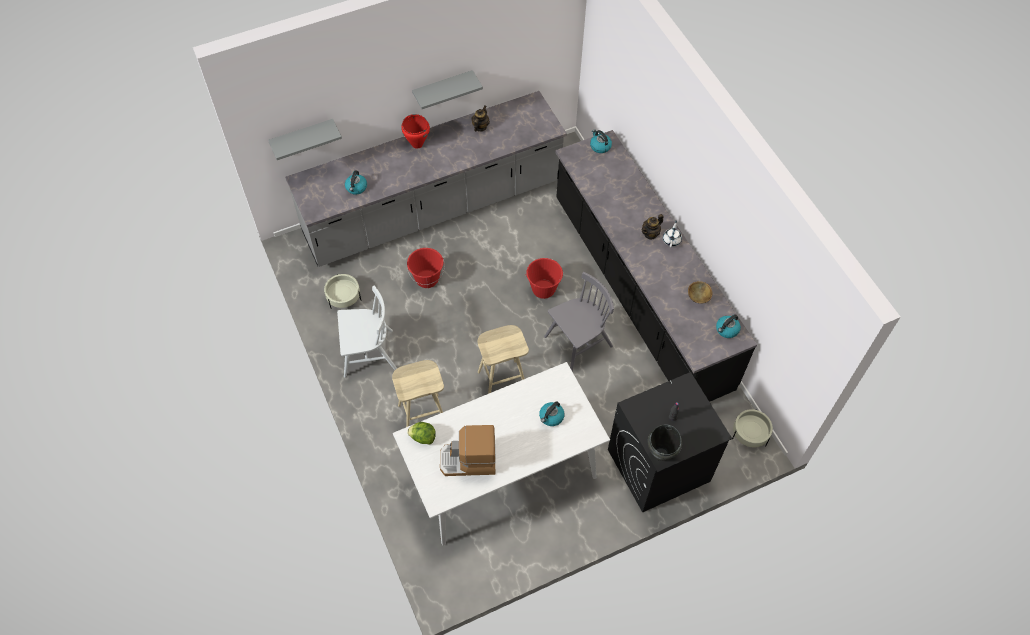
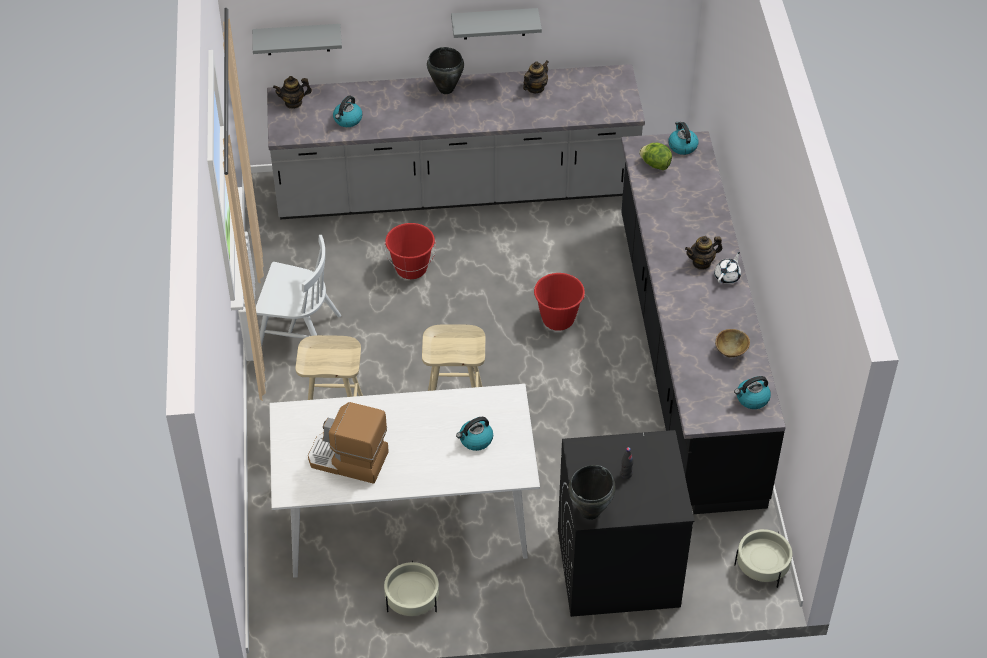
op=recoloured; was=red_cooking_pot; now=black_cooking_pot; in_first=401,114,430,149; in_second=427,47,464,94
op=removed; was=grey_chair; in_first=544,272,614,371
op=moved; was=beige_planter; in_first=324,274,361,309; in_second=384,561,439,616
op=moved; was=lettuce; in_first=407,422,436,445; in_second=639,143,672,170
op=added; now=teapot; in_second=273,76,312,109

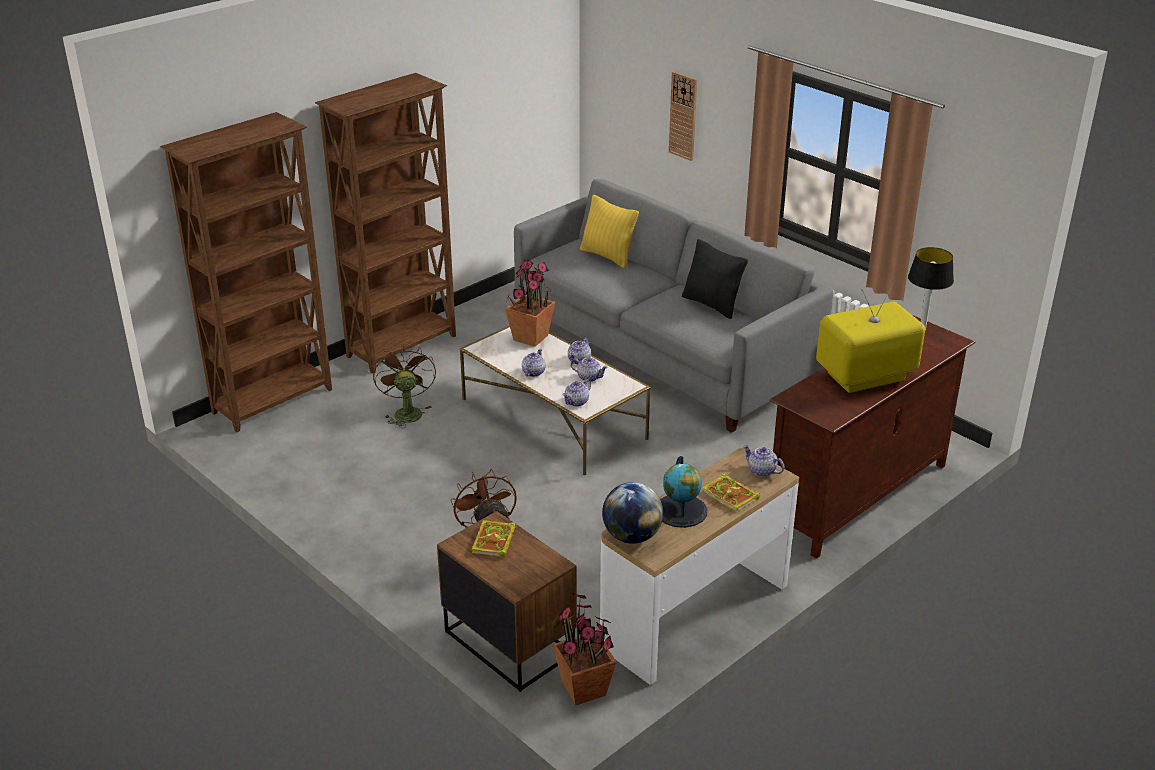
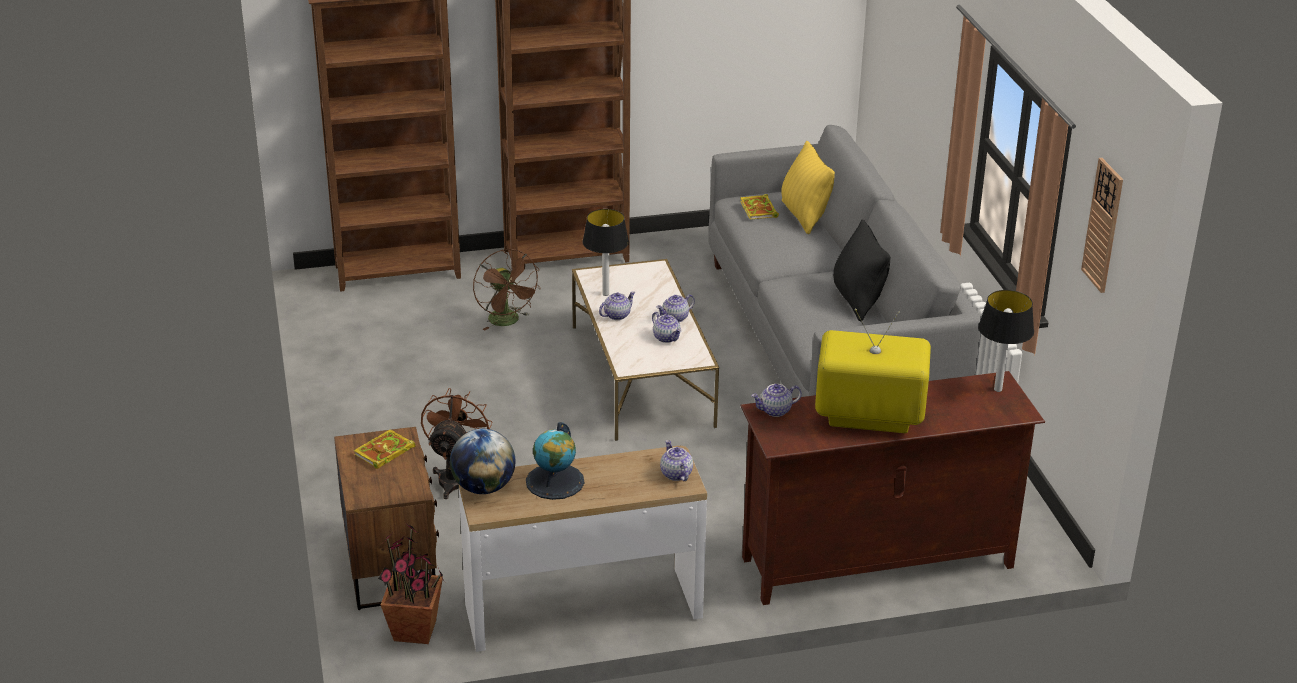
op=moved; was=wall_clock; in_first=669,71,697,161; in_second=1081,158,1123,293
op=removed; was=potted_plant; in_first=505,259,555,347
op=turned; was=brown_fan; in_first=373,345,436,428; in_second=473,249,541,330; clockwise=135
op=moved; was=teapot; in_first=562,379,591,407; in_second=751,384,802,417
op=moved; was=book; in_first=702,474,760,512; in_second=740,194,779,219
op=added; now=table_lamp; in_second=583,209,629,296

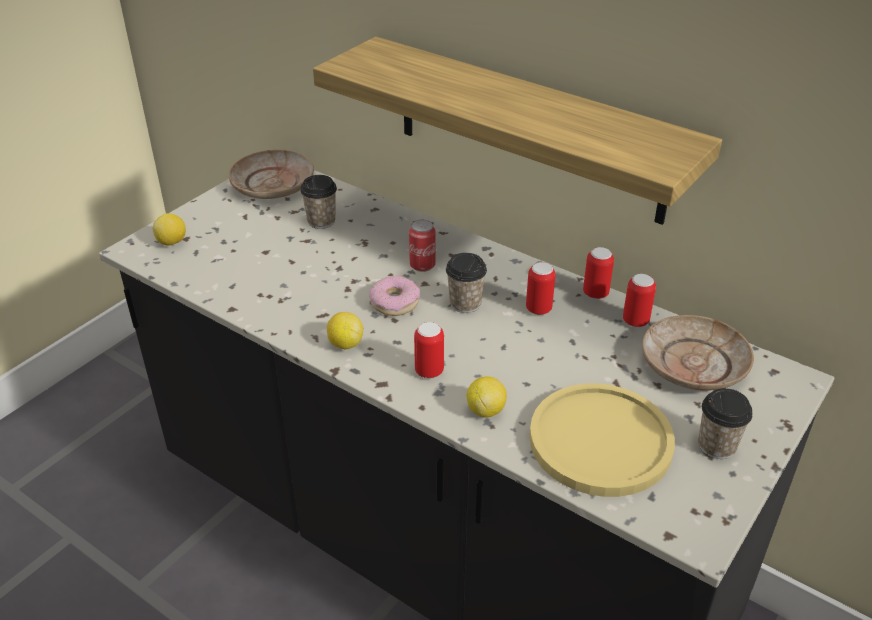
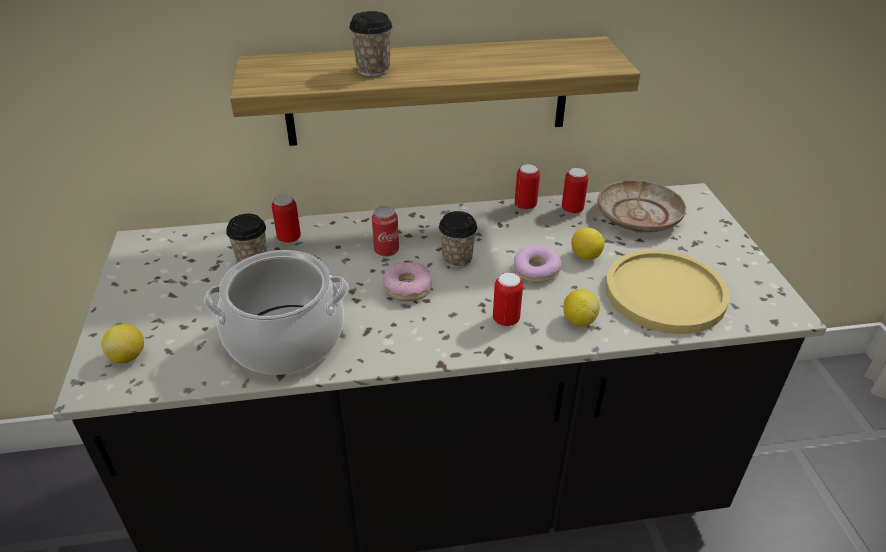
op=removed; was=beige_plate; in_first=229,149,314,199
op=moved; was=can; in_first=526,262,556,315; in_second=272,195,301,243
op=moved; was=lemon; in_first=327,312,363,349; in_second=571,227,605,260
op=moved; was=cup; in_first=698,388,753,459; in_second=349,11,393,77
op=added; now=donut; in_second=514,246,562,283
op=added; now=cooking_pot; in_second=204,250,348,375

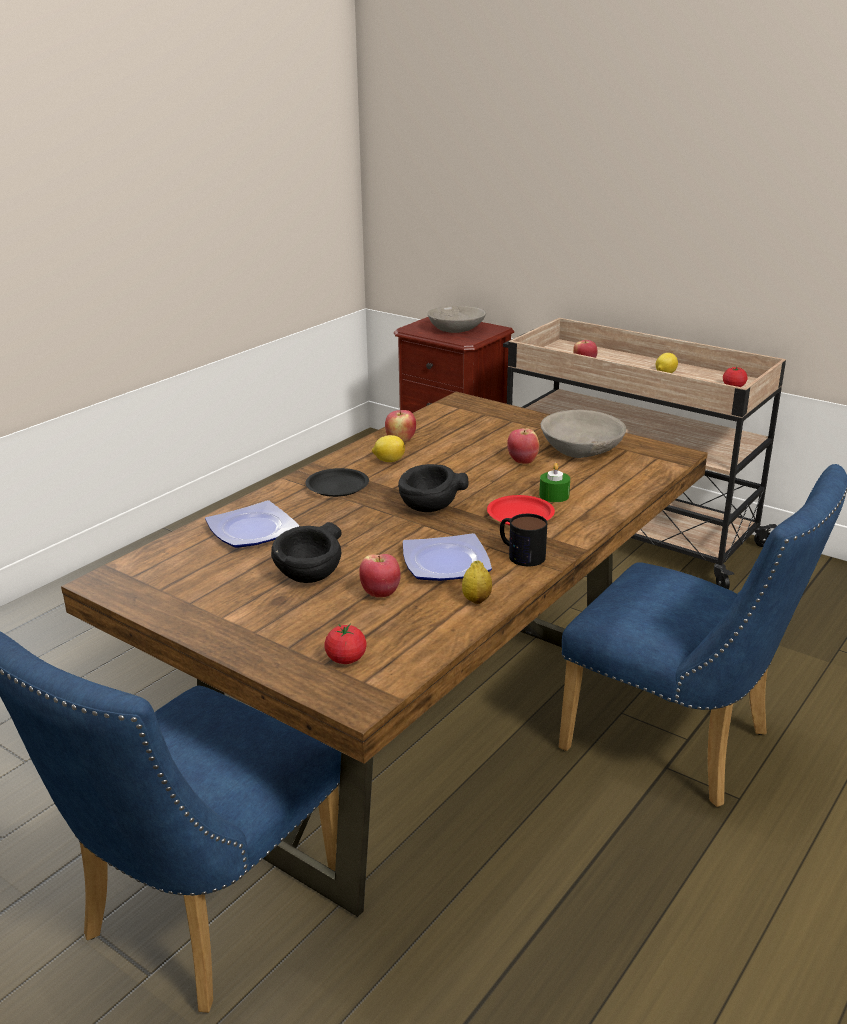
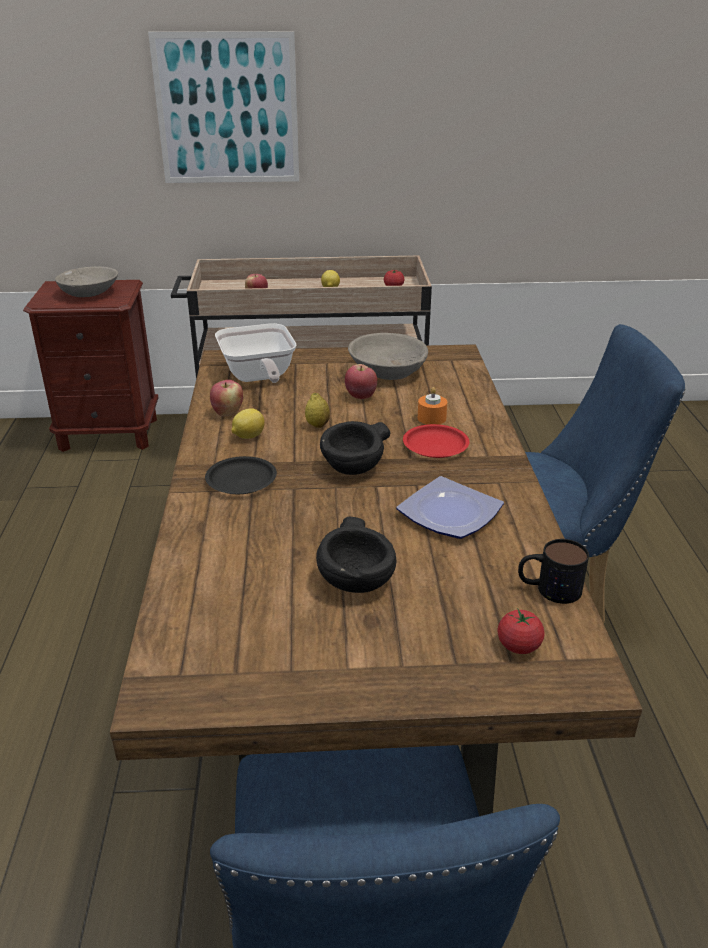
op=recoloured; was=green_candle; now=orange_candle; in_first=539,463,570,502; in_second=418,387,447,425
op=removed; was=plate; in_first=205,500,300,548
op=moved; was=mug; in_first=500,514,547,566; in_second=518,539,589,604
op=removed; was=apple; in_first=359,554,401,598
op=moved; was=lemon; in_first=462,561,492,604; in_second=305,393,330,428
op=added; now=picture; in_second=148,31,299,183
op=added; now=frying_pan; in_second=215,323,297,383

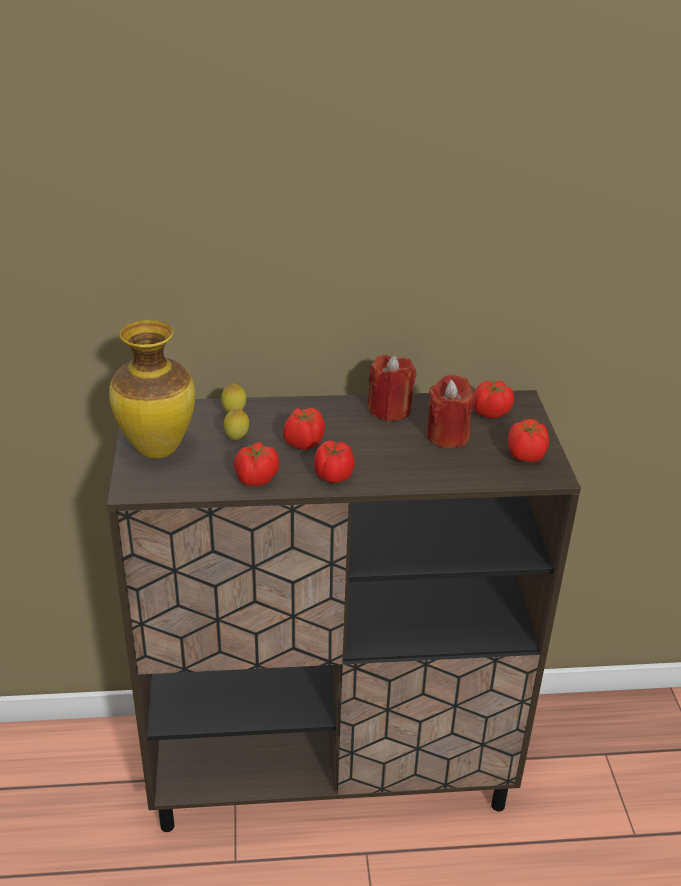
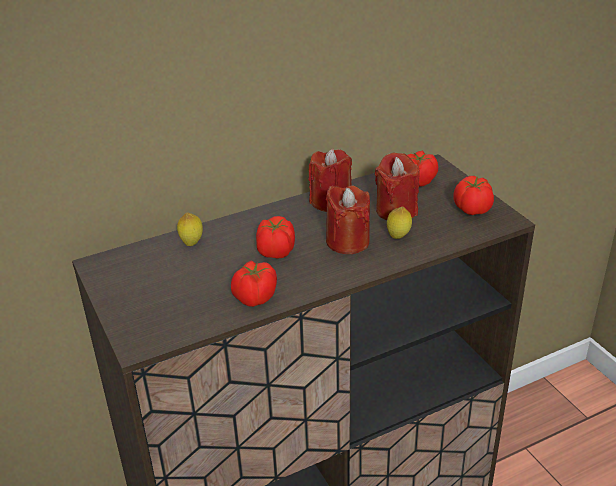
op=removed; was=vase; in_first=109,320,195,459
op=moved; was=lemon; in_first=224,409,249,440; in_second=387,206,412,239
op=removed; was=tomato; in_first=314,441,355,483
op=added; now=red_candle; in_second=326,186,370,254

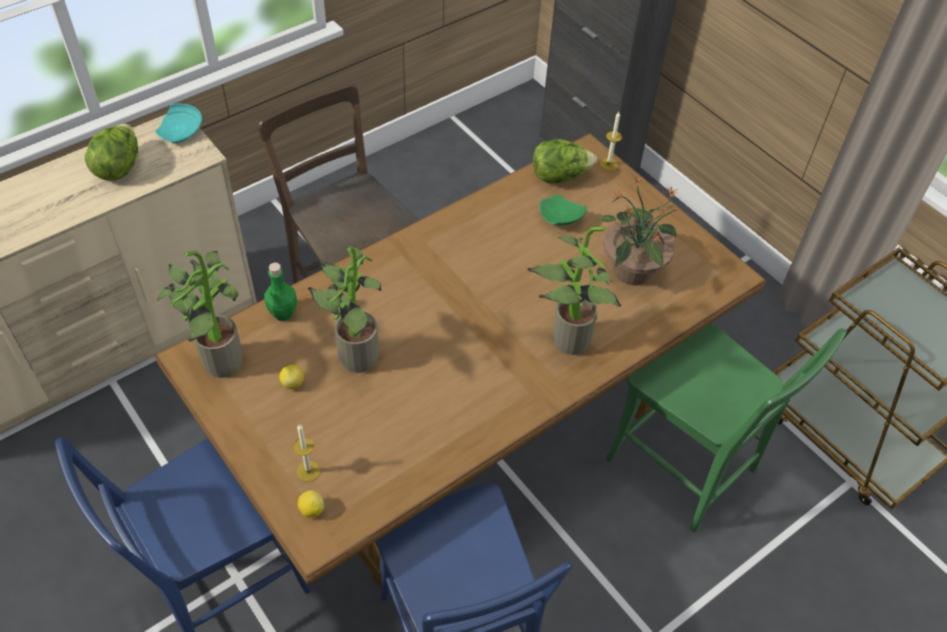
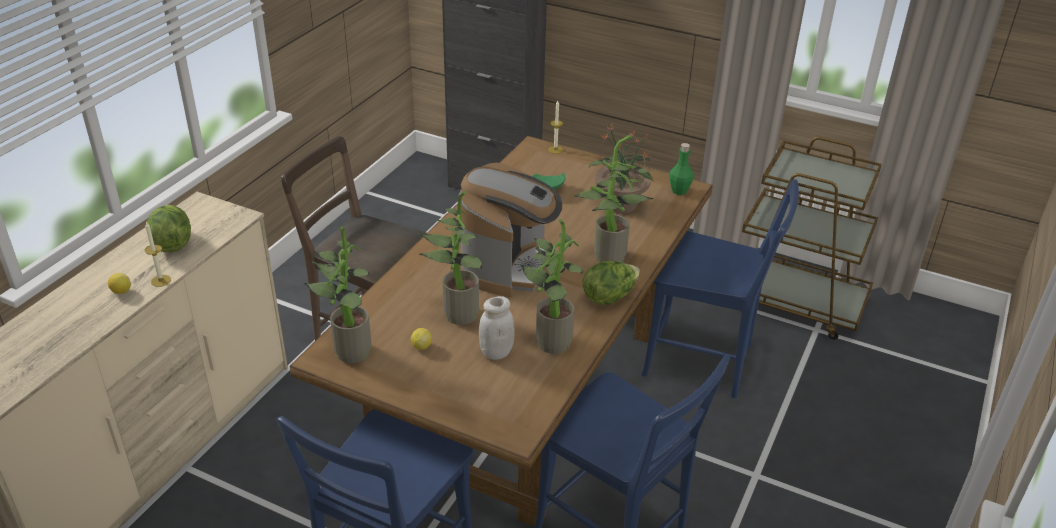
op=removed; was=turquoise_plate; in_first=155,104,202,143
op=moved; was=lettuce; in_first=533,139,597,184; in_second=582,261,640,305
op=moved; was=green_bottle; in_first=264,263,297,321; in_second=669,143,694,195
op=recoloured; was=green_chair; now=blue_chair; in_first=605,323,847,532; in_second=641,179,799,398
op=moved; was=candle; in_first=293,424,320,482; in_second=145,222,171,287
op=moved; was=lemon; in_first=298,490,324,517; in_second=108,273,131,294
op=added; now=coffee_machine; in_second=458,163,562,297
op=added; now=potted_plant; in_second=520,219,583,354
op=added; now=white_jar; in_second=479,296,515,360

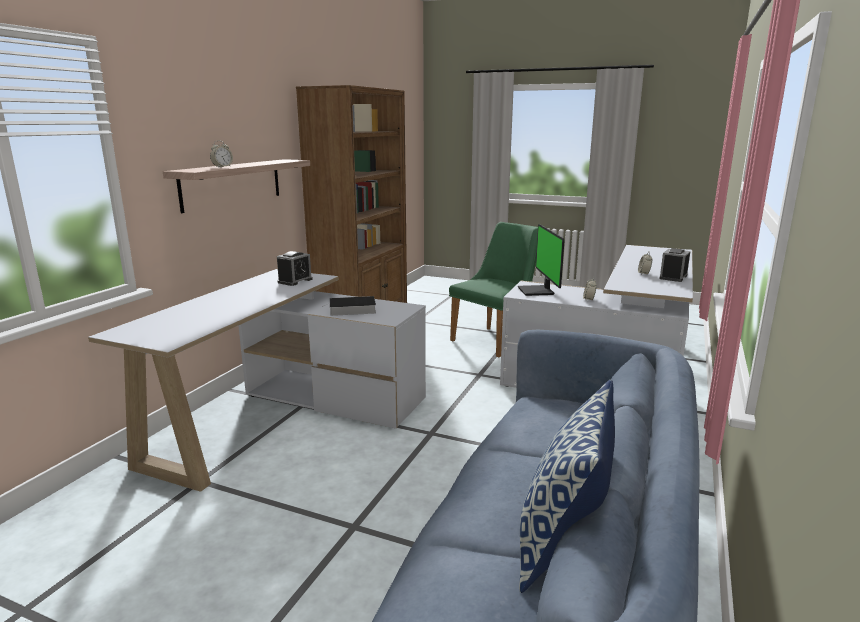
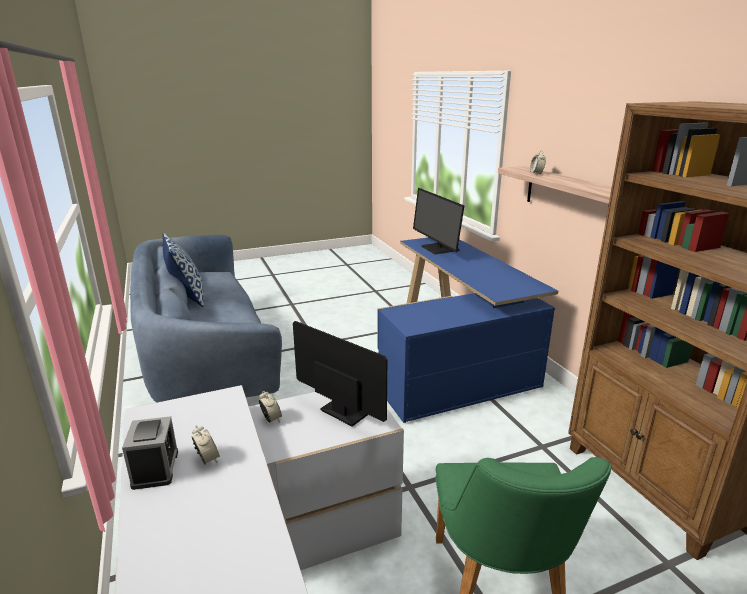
op=removed; was=alarm_clock; in_first=277,251,313,286
op=recoloured; was=white_desk; now=blue_desk; in_first=88,269,426,492; in_second=377,237,558,423
op=removed; was=book; in_first=322,296,376,316
op=added; now=monitor; in_second=413,188,465,254

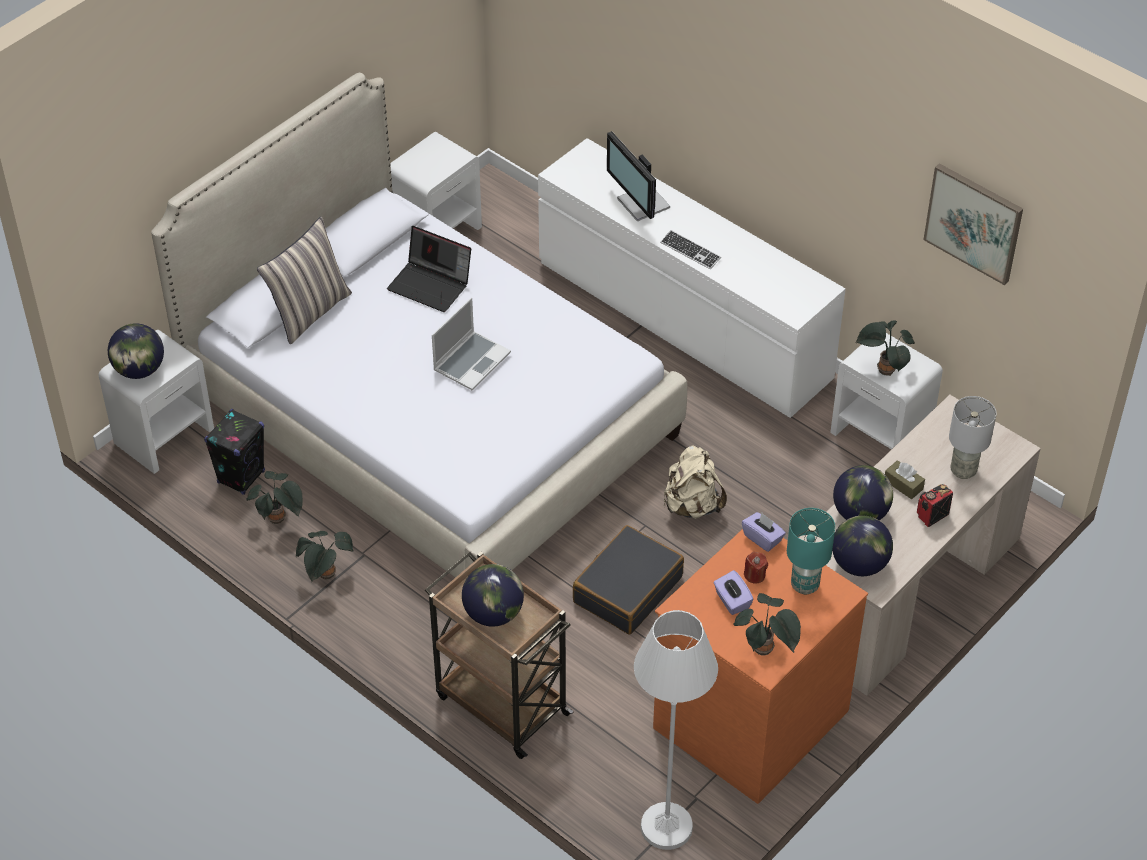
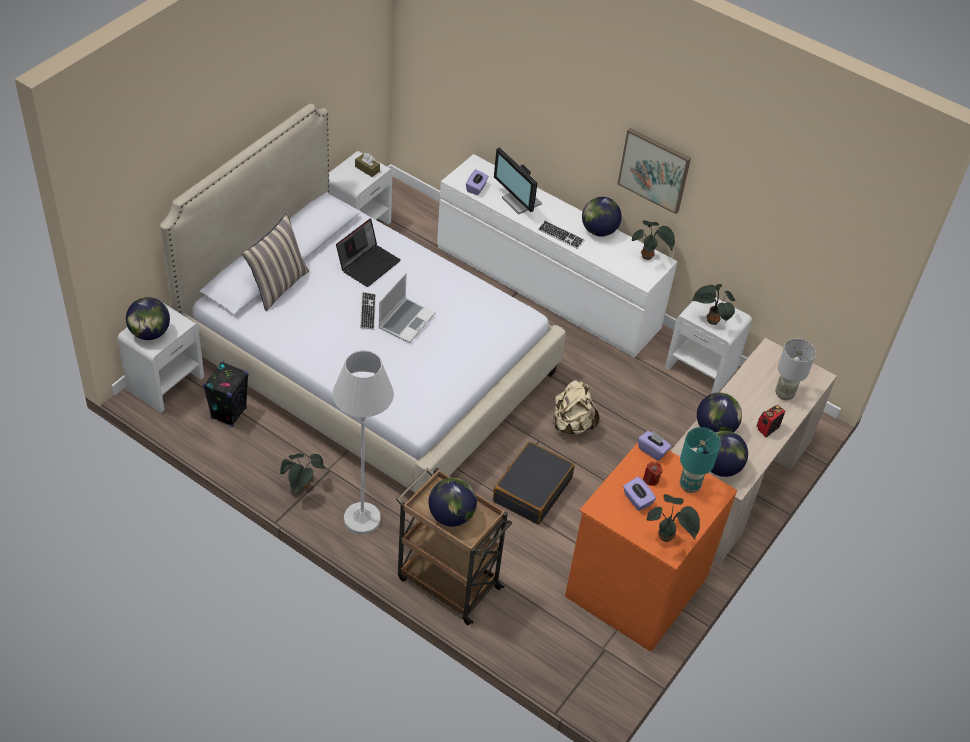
op=moved; was=picture; in_first=924,163,1023,285; in_second=618,128,691,214
op=turned; was=laptop; in_first=387,226,471,312; in_second=336,218,401,287; clockwise=-75
op=moved; was=brown_tissue_box; in_first=885,460,925,499; in_second=355,153,380,177
op=moved; was=potted_plant; in_first=246,471,303,524; in_second=632,220,675,260
op=moved; was=white_floor_lamp; in_first=634,610,718,850; in_second=333,350,394,535
op=added; now=purple_tissue_box; in_second=466,169,489,195
op=added; now=globe; in_second=582,197,622,237
op=added; now=keyboard; in_second=360,292,376,330

